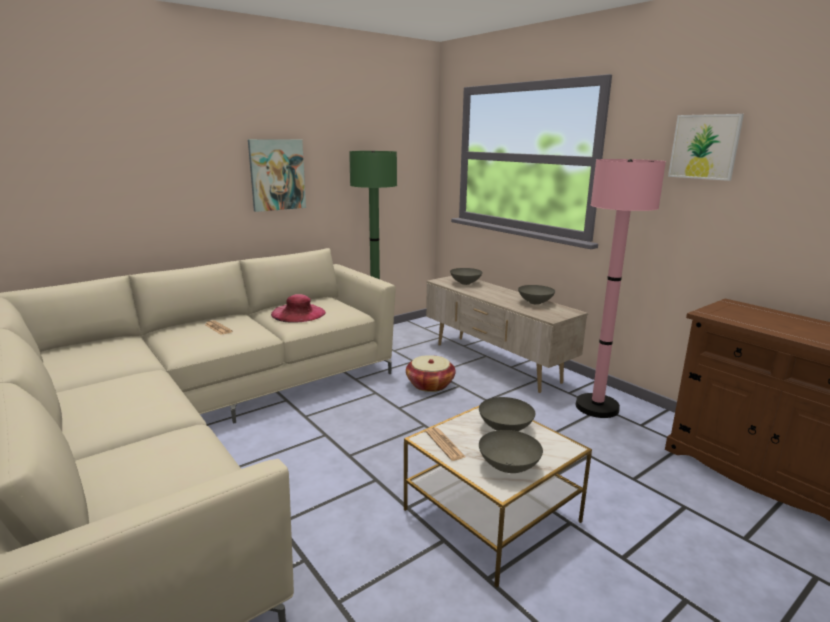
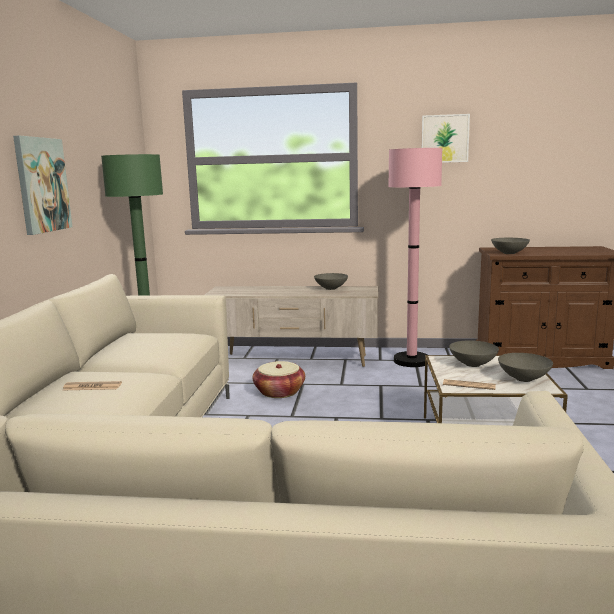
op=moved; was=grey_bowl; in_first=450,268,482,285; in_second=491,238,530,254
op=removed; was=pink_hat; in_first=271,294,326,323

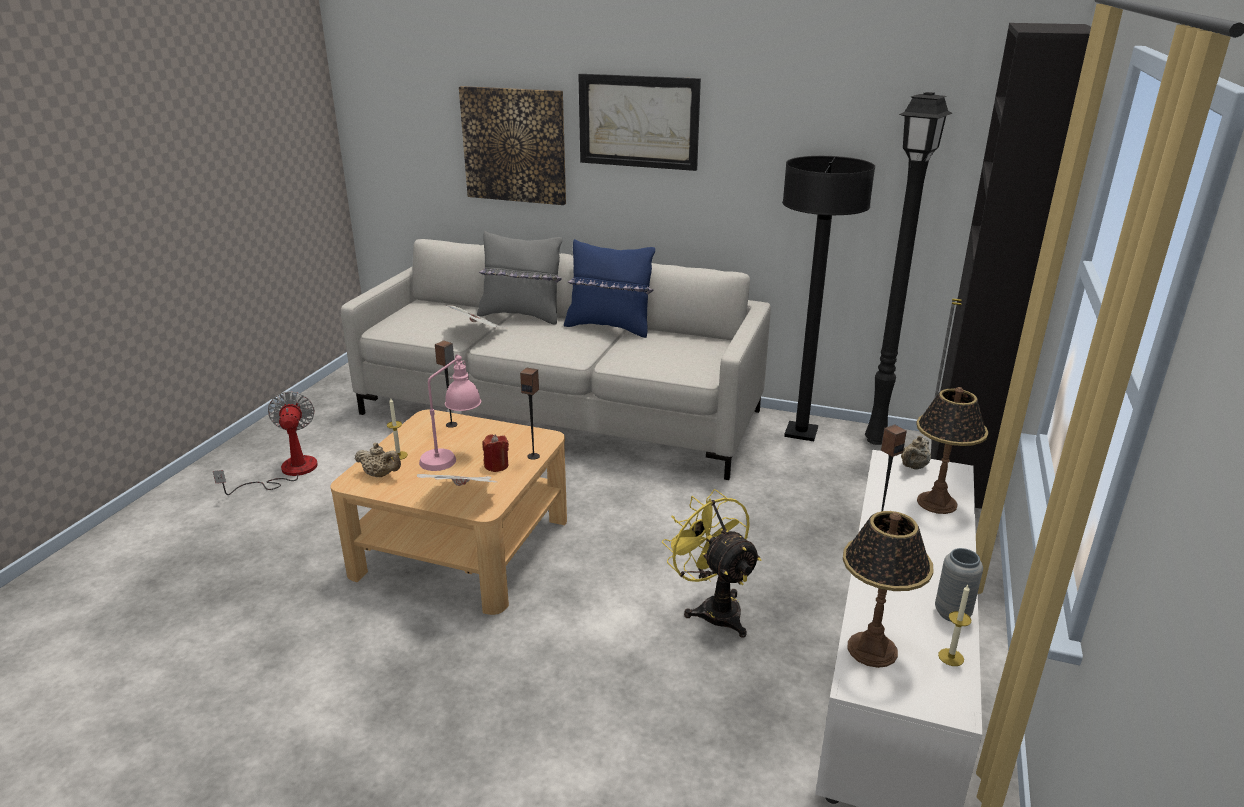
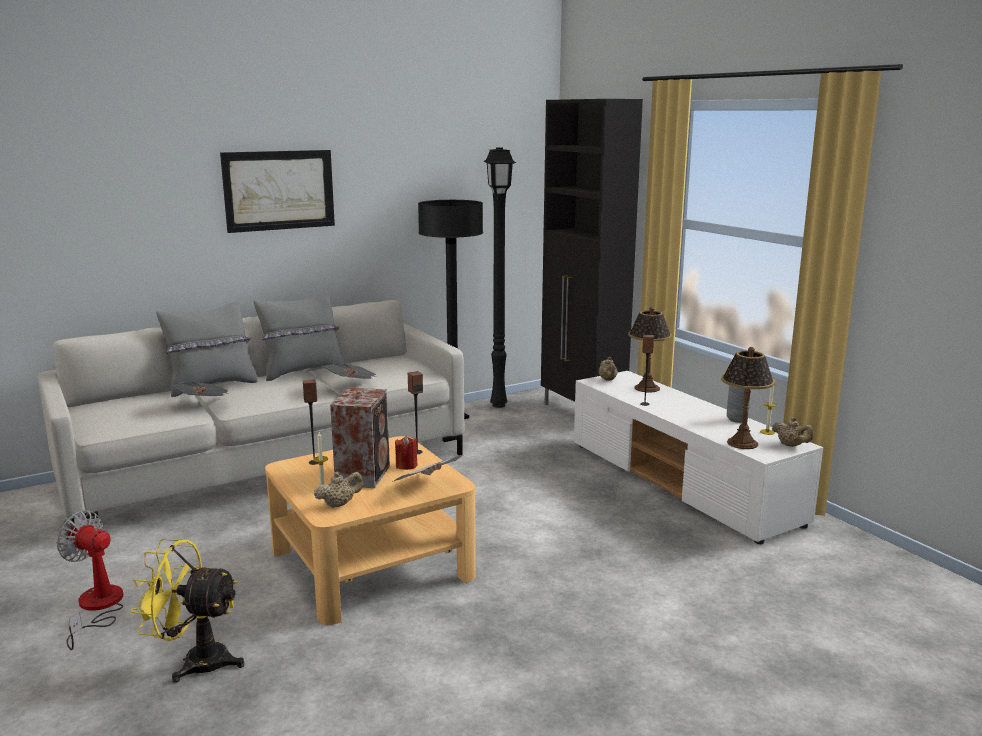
op=removed; was=picture; in_first=459,86,566,205
op=recoloured; was=blue_pillow; now=grey_pillow; in_first=564,239,655,338; in_second=254,292,345,381
op=replaced; was=pink_table_lamp; now=speaker; in_first=419,354,481,471; in_second=330,387,390,488
op=moved; was=yellow_fan; in_first=662,489,761,638; in_second=130,539,245,683
op=added; now=newspaper; in_second=321,364,376,379
op=added; now=beige_teapot; in_second=772,417,813,447

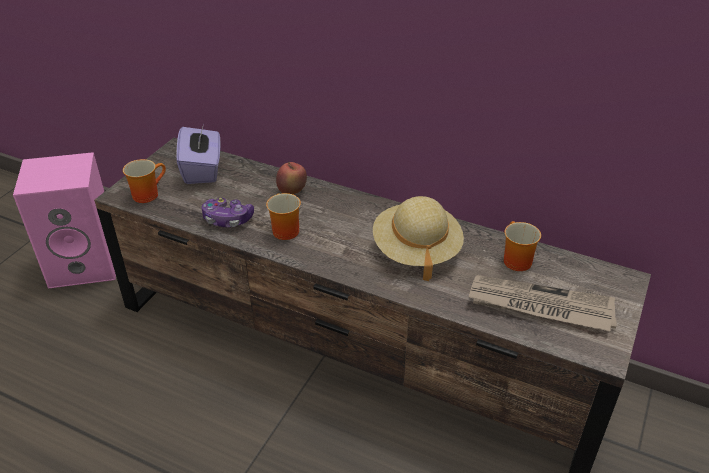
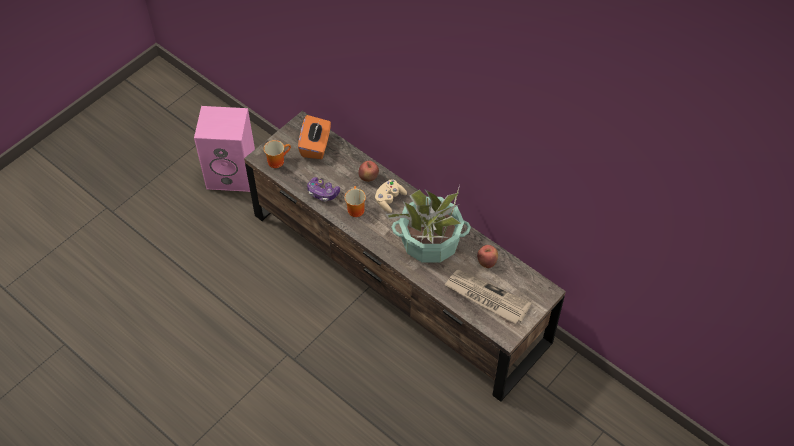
op=recoloured; was=purple_tissue_box; now=orange_tissue_box; in_first=176,124,220,184; in_second=298,115,331,159
op=replaced; was=beige_hat; now=potted_plant; in_first=373,196,464,281; in_second=386,185,471,263
op=replaced; was=mug; now=apple; in_first=504,221,541,271; in_second=477,245,498,268
op=added; now=beige_game_controller; in_second=375,180,407,213

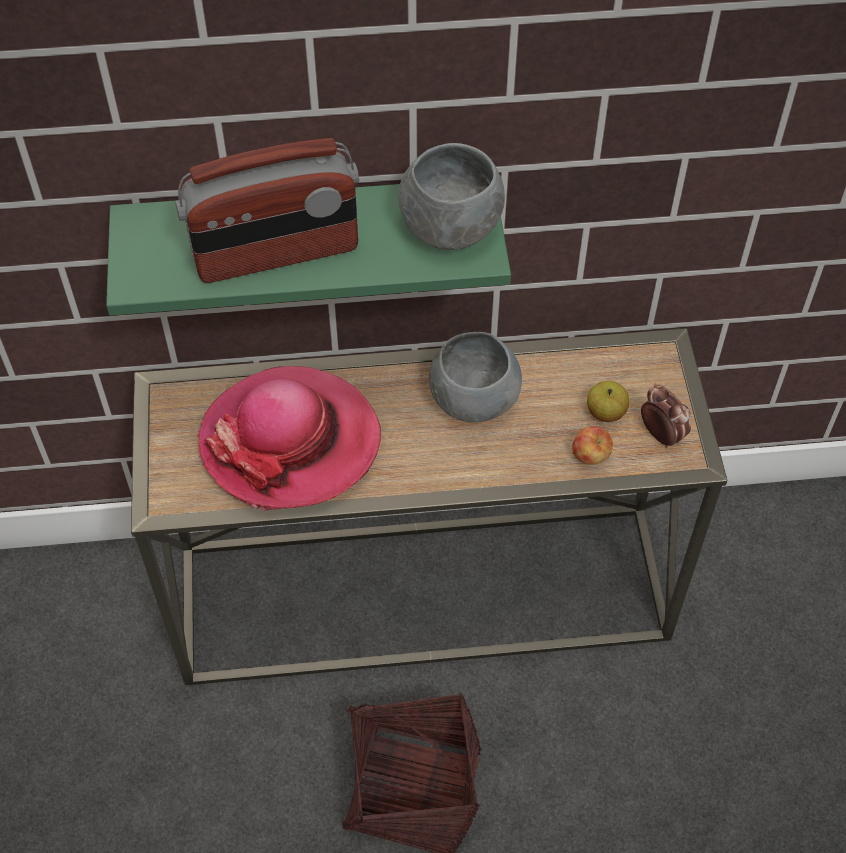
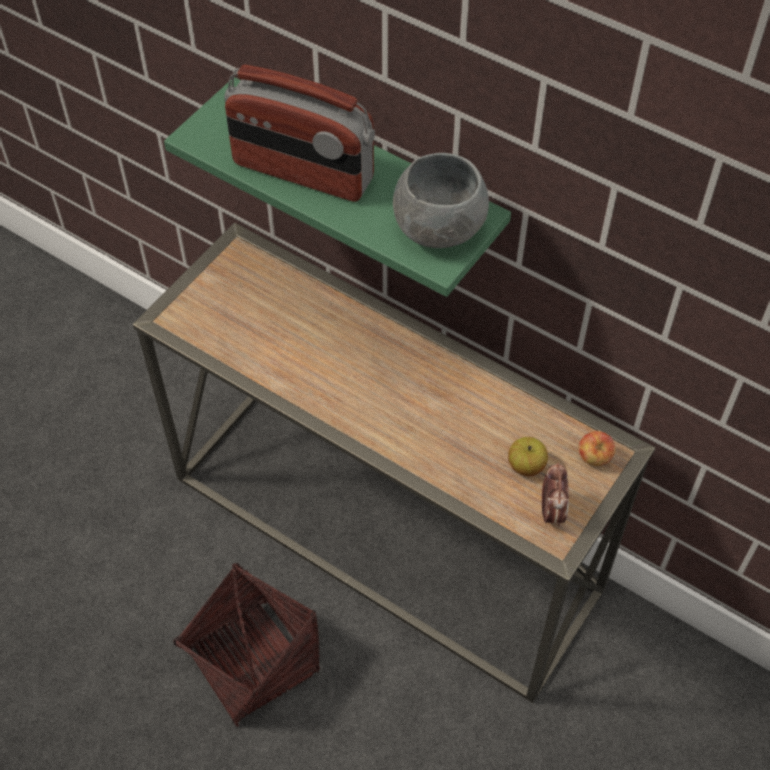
op=removed; was=grey_bowl; in_first=429,332,522,423
op=removed; was=hat; in_first=198,366,381,511
op=moved; was=apple; in_first=572,426,613,465; in_second=579,431,616,466

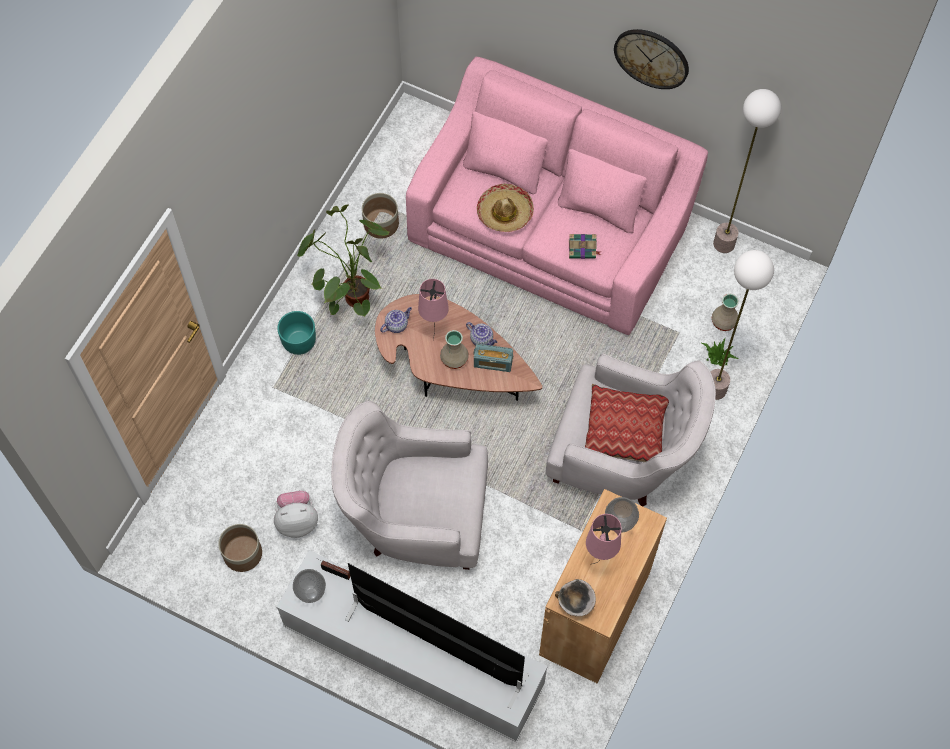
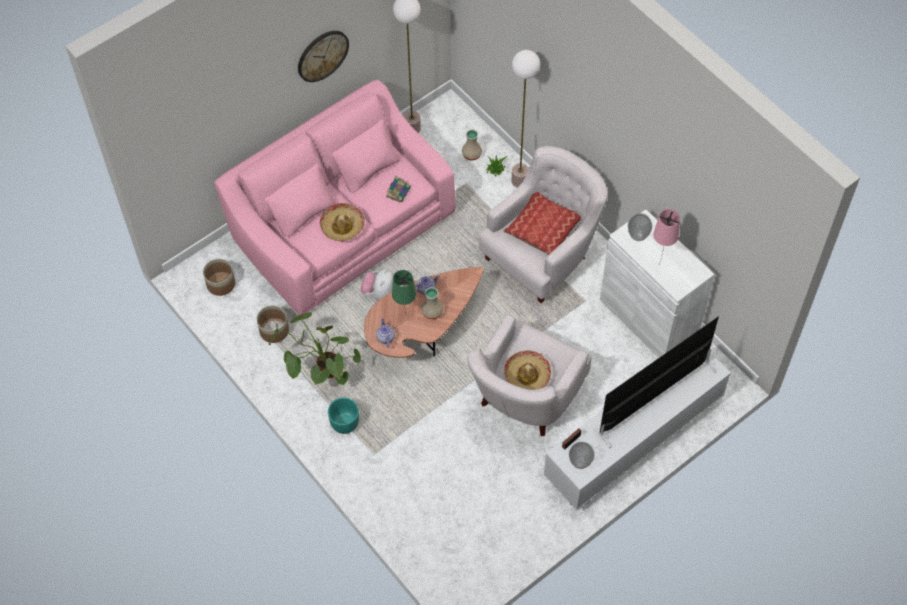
op=recoloured; was=pink_table_lamp; now=green_table_lamp; in_first=418,279,449,340; in_second=392,270,416,319
op=removed; was=radio; in_first=473,344,513,372
op=recoloured; was=brown_cabinet; now=white_cabinet; in_first=539,489,667,683; in_second=600,209,715,358
op=moved; was=plush_toy; in_first=274,491,318,538; in_second=361,269,394,301
op=moved; was=planter; in_first=218,524,262,572; in_second=203,259,235,296
op=removed; was=bowl; in_first=555,579,596,617
op=added; now=hat; in_second=504,350,551,390

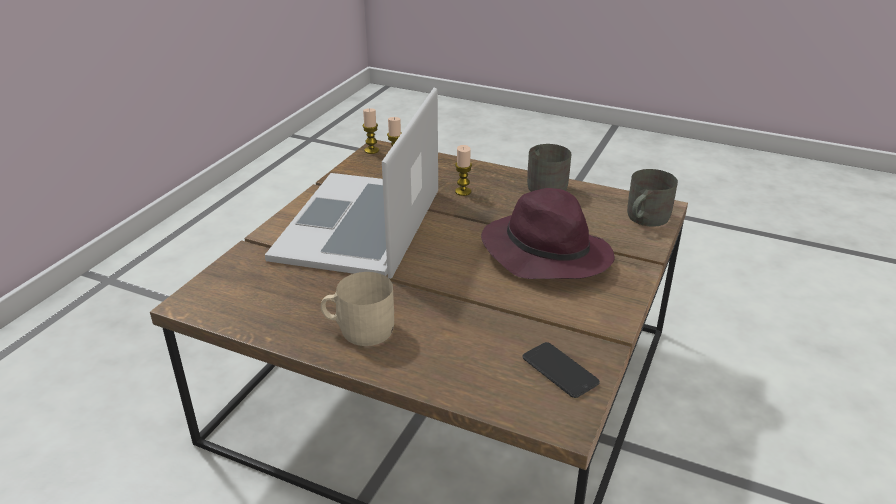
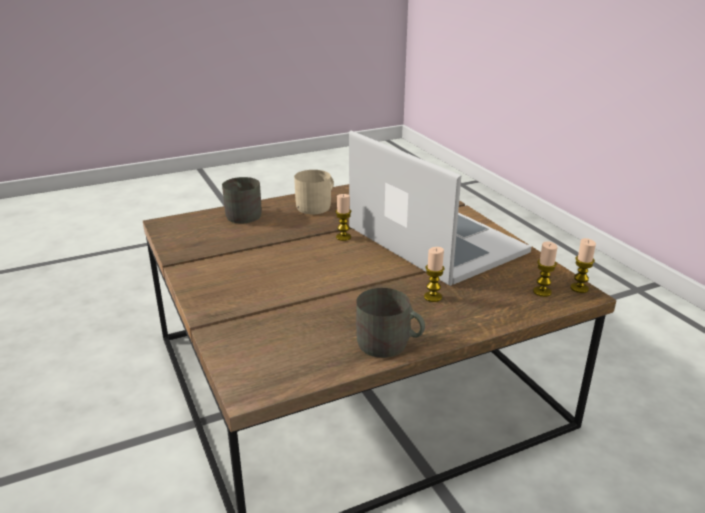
op=moved; was=grey_mug; in_first=627,169,678,227; in_second=222,177,262,223
op=removed; was=purple_hat; in_first=481,188,615,279
op=removed; was=phone; in_first=522,342,600,398
op=added; now=candle; in_second=335,194,351,241

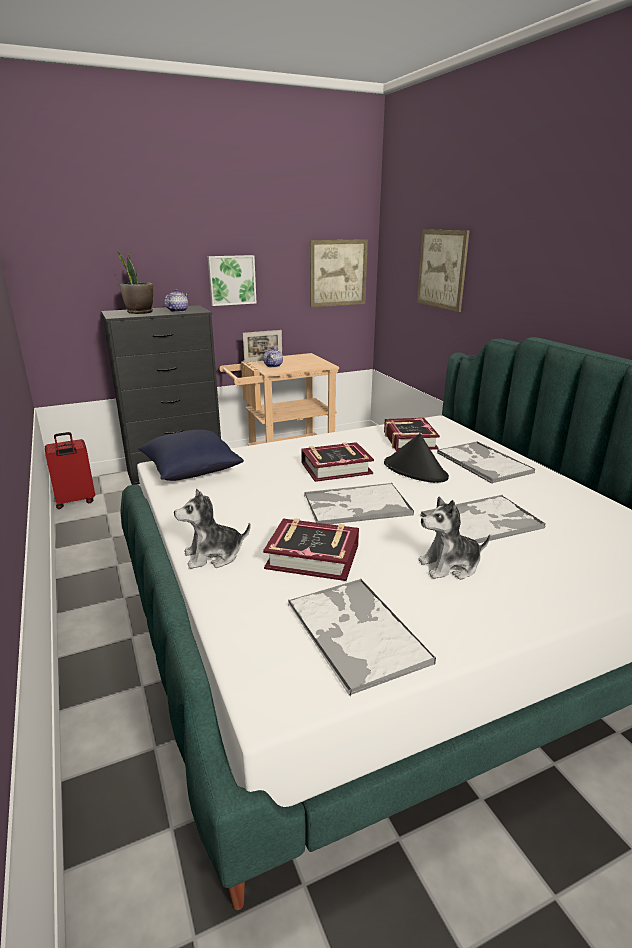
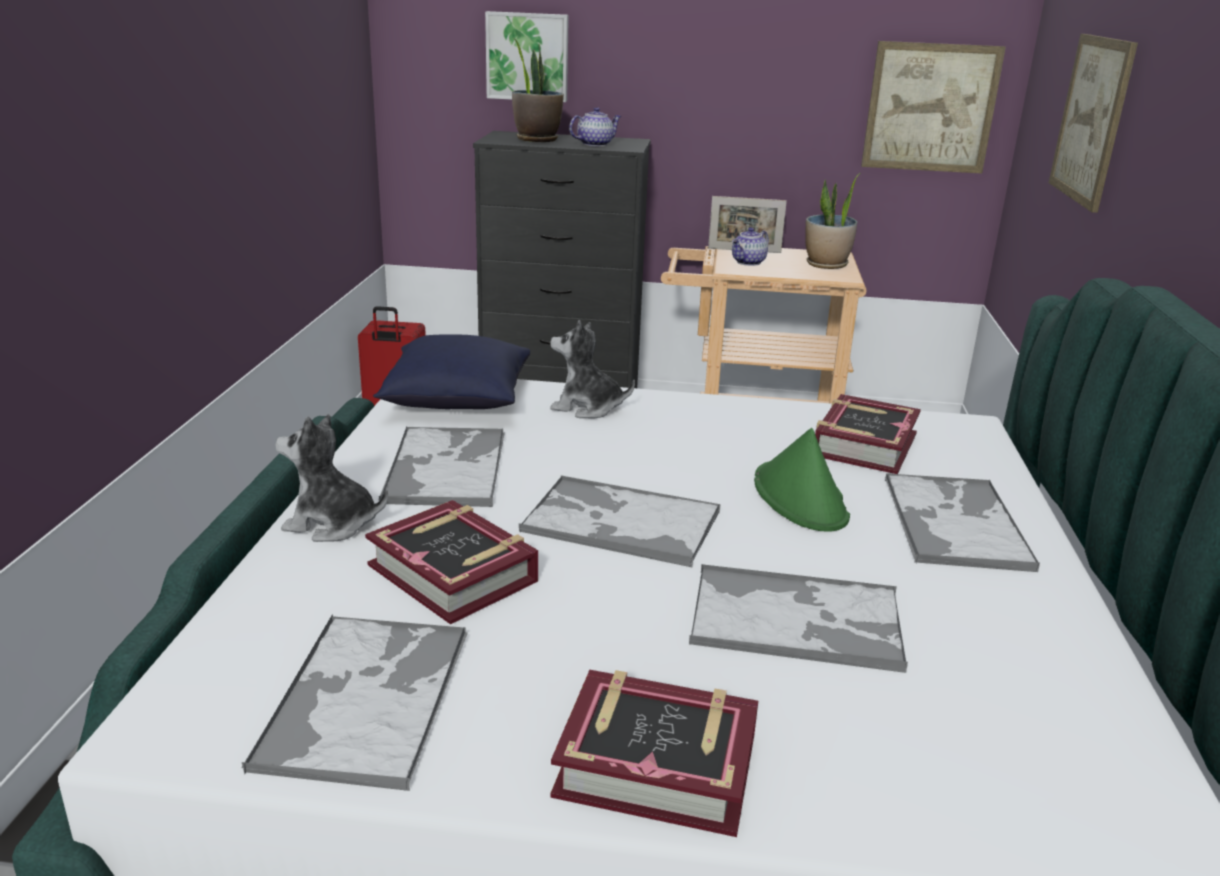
op=moved; was=picture; in_first=207,255,257,306; in_second=485,11,569,102
op=recoloured; was=black_hat; now=green_hat; in_first=384,433,449,483; in_second=754,428,850,532
op=moved; was=book; in_first=301,442,374,482; in_second=550,670,758,837
op=moved; was=plush_toy; in_first=418,496,490,580; in_second=550,320,635,418
op=added; now=potted_plant; in_second=805,173,860,269
op=added; now=tray; in_second=378,426,505,507

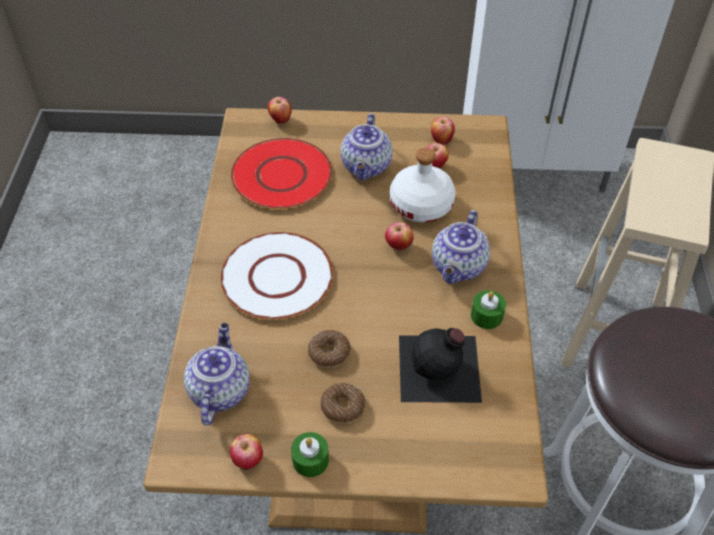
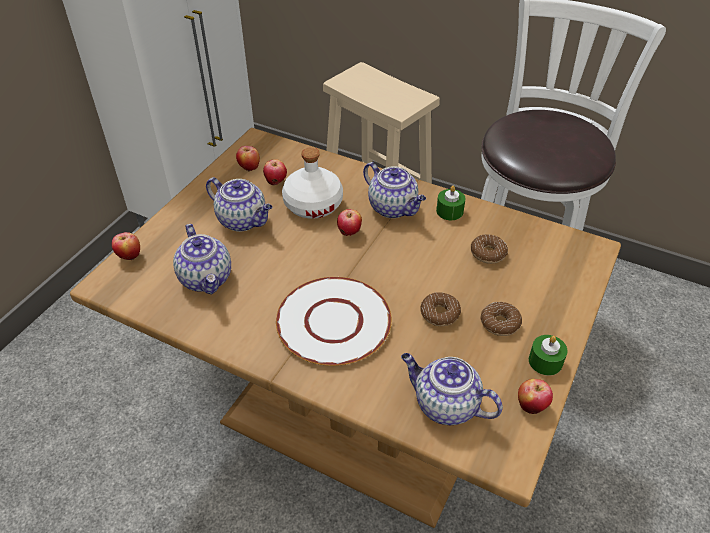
op=replaced; was=red_plate; now=teapot; in_first=230,138,332,209; in_second=173,224,231,294
op=replaced; was=black_bottle; now=donut; in_first=399,328,482,403; in_second=471,234,508,264

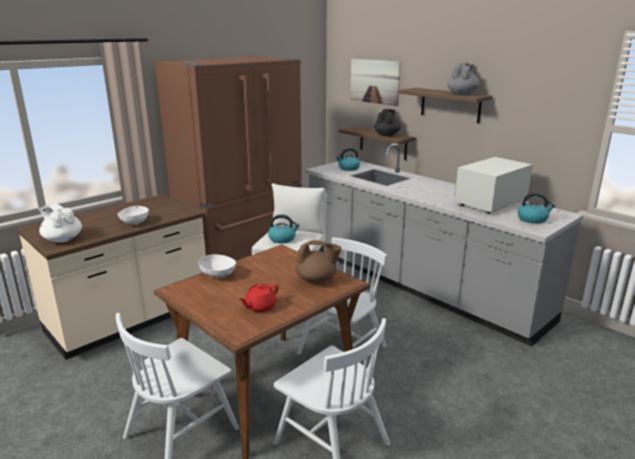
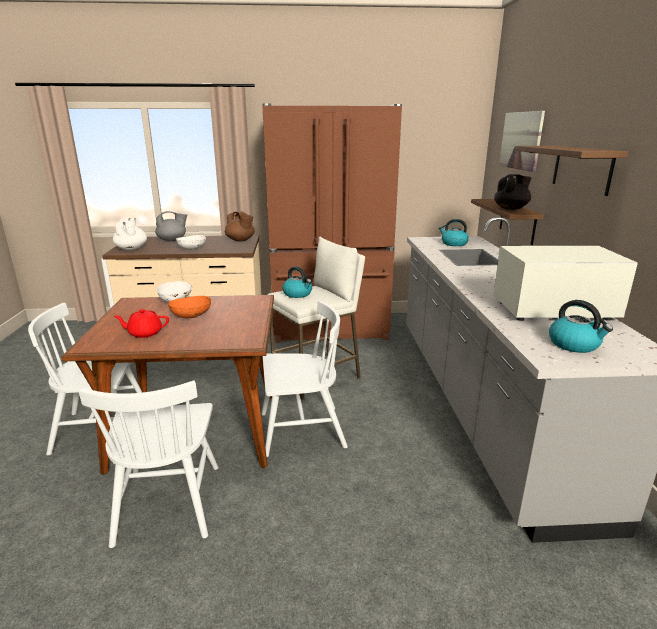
op=moved; was=grey_teapot; in_first=447,63,479,95; in_second=155,211,187,241
op=moved; was=brown_teapot; in_first=295,240,342,283; in_second=225,211,255,241
op=added; now=orange_bowl; in_second=168,296,211,318

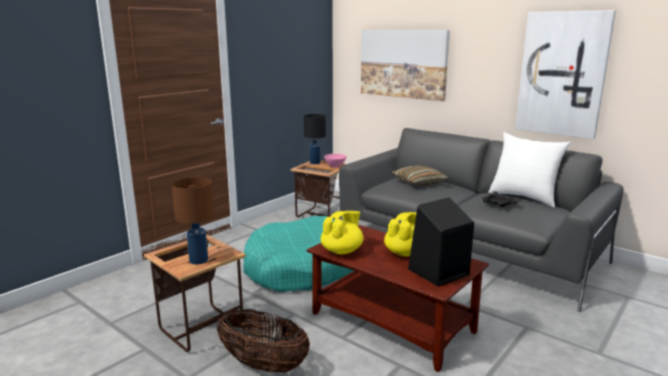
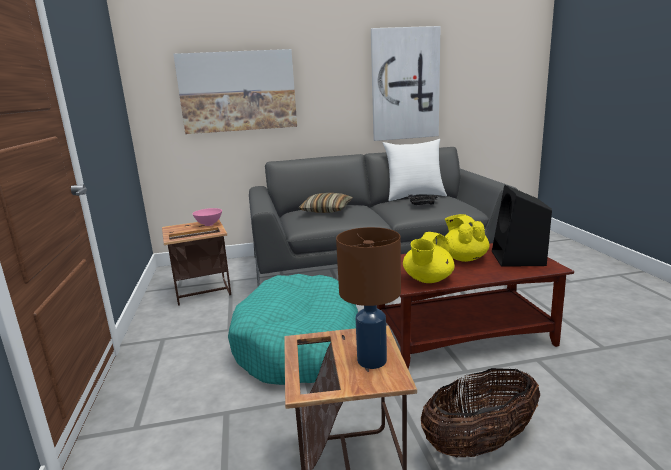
op=removed; was=black_table_lamp; in_first=304,114,326,164
op=turned; was=yellow_teapot; in_first=321,211,363,254; in_second=403,232,454,283; clockwise=-135

